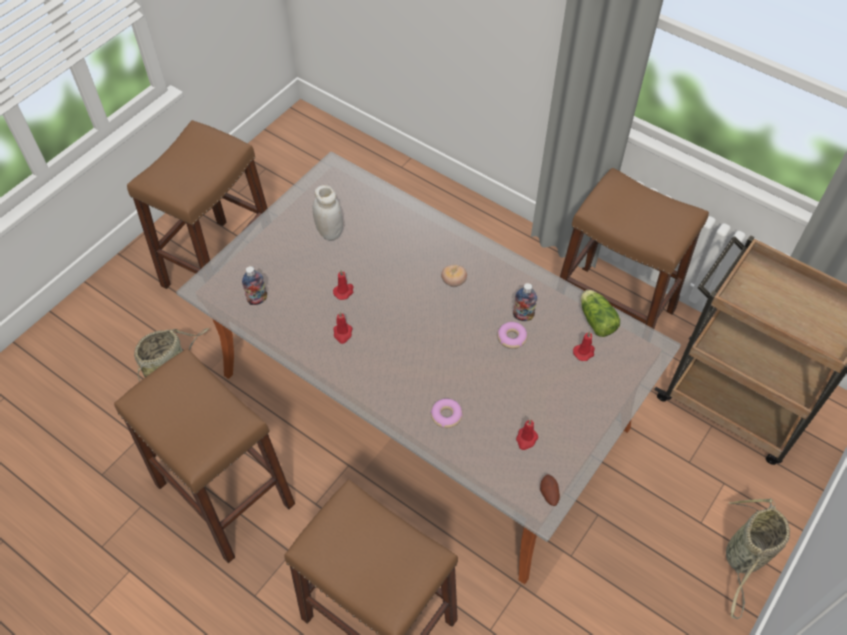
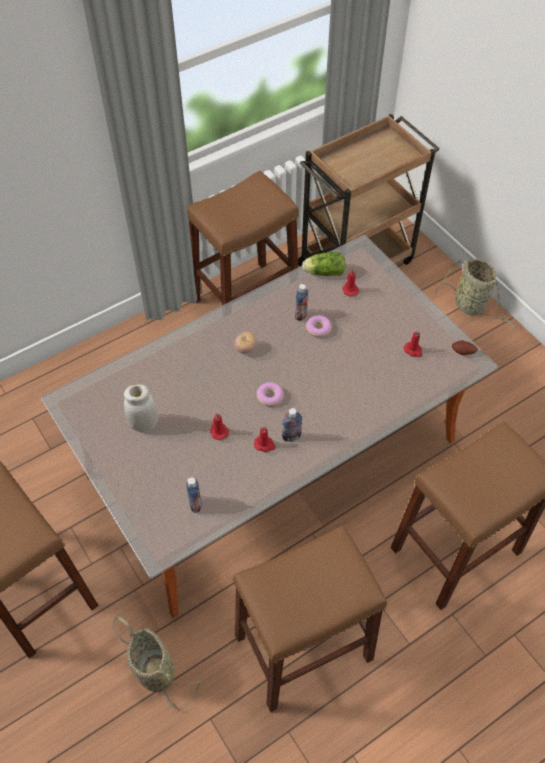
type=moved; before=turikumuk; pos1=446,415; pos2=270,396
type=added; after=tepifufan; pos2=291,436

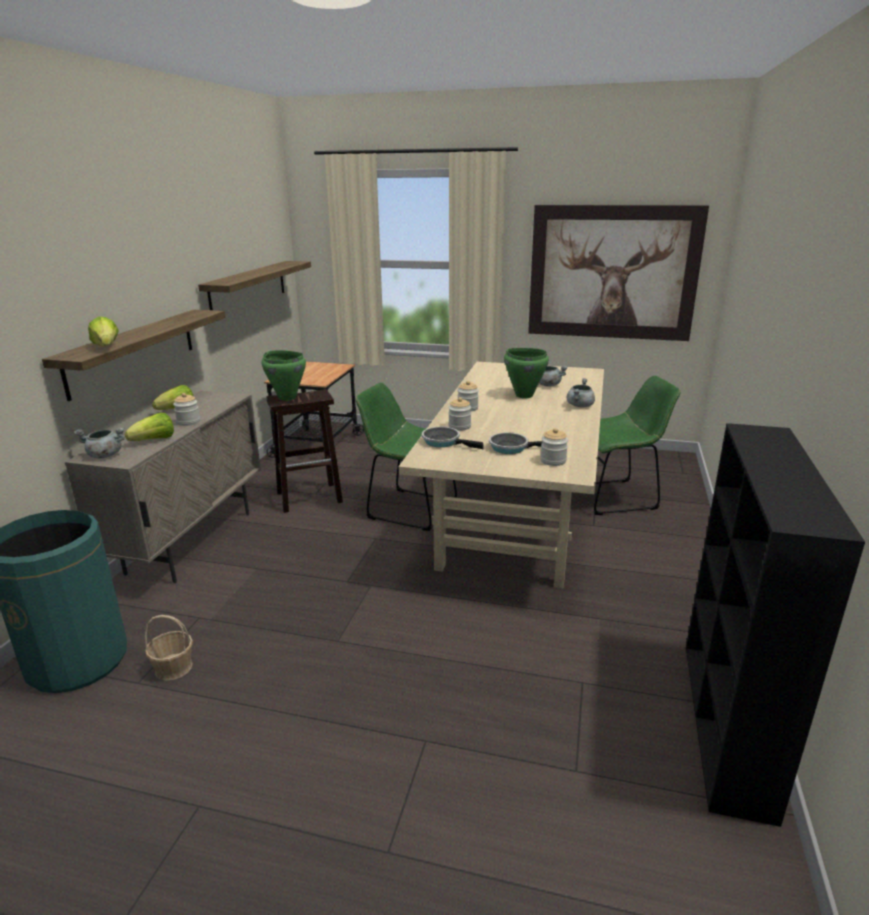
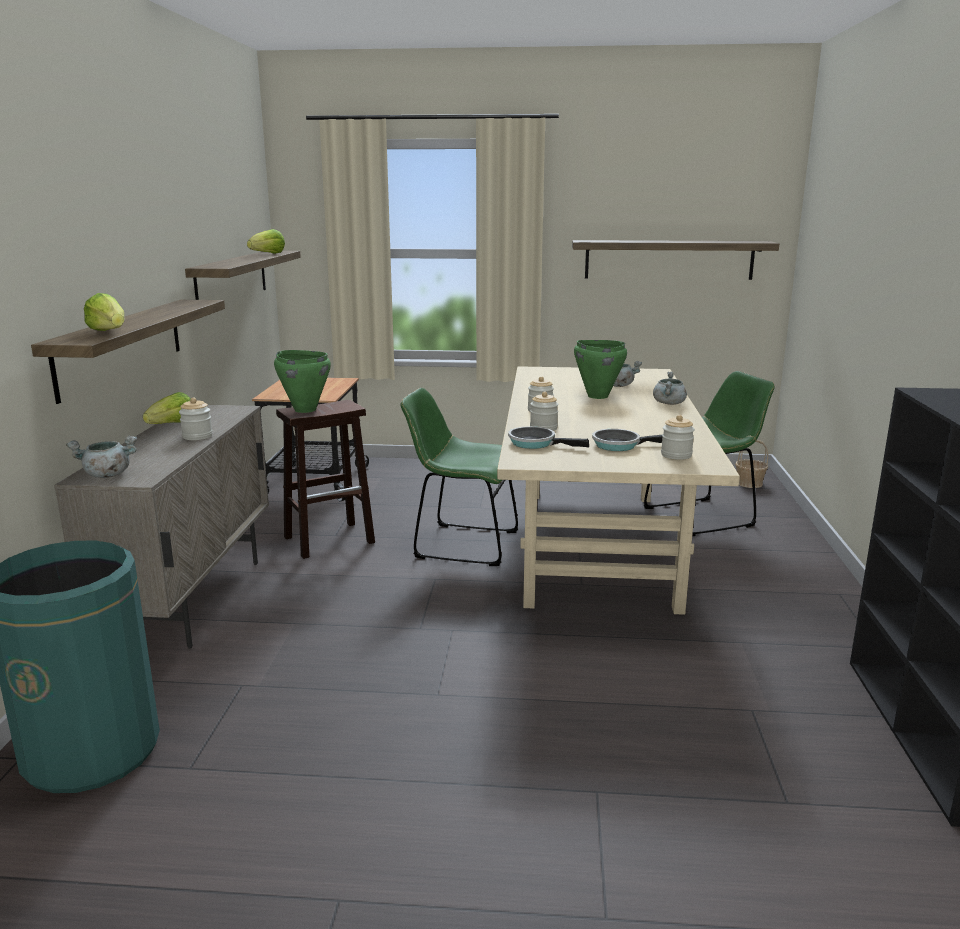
type=replaced; before=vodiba; after=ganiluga; pos1=612,273; pos2=668,259
type=moved; before=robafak; pos1=154,440; pos2=268,254
type=moved; before=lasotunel; pos1=173,667; pos2=749,483

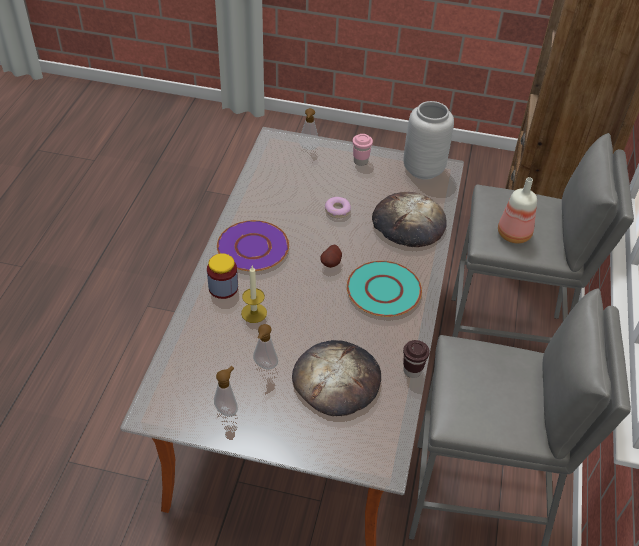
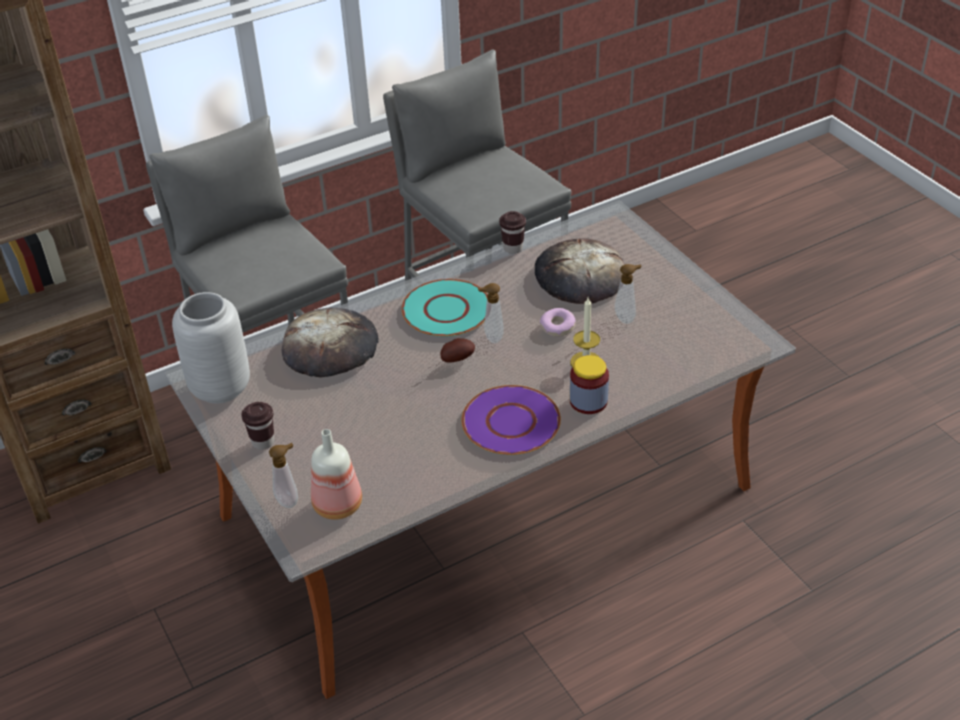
type=recoloured; before=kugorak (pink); after=kugorak (brown); pos1=360,161; pos2=263,442
type=moved; before=tepifufan; pos1=515,235; pos2=337,504
type=moved; before=turikumuk; pos1=337,211; pos2=557,327
type=moved; before=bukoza; pos1=227,409; pos2=491,337

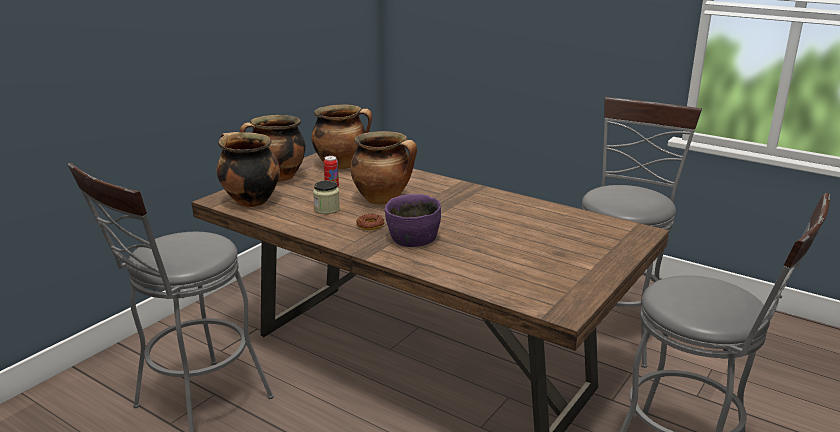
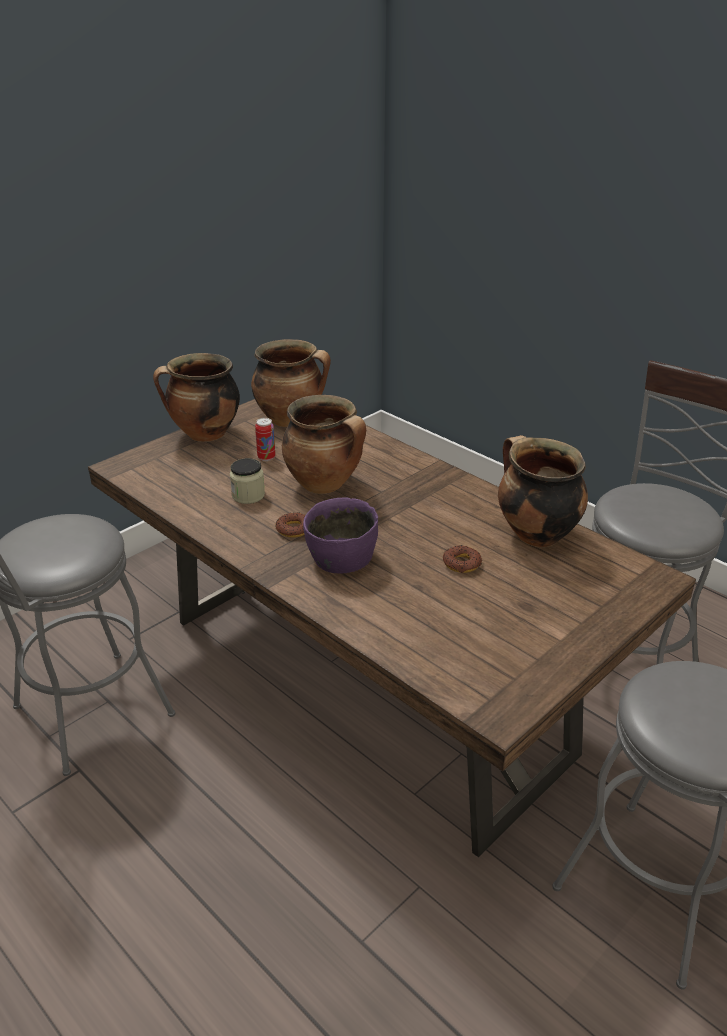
type=moved; before=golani; pos1=250,201; pos2=534,534
type=added; after=turikumuk; pos2=462,563

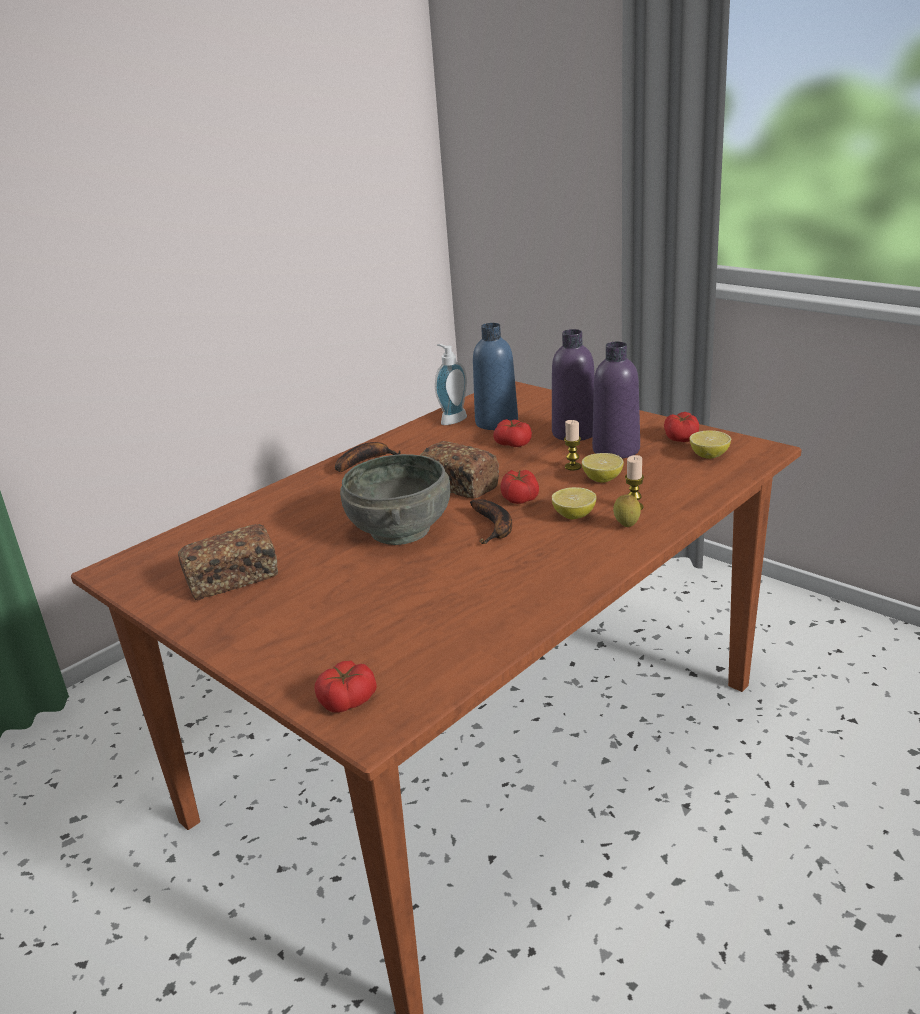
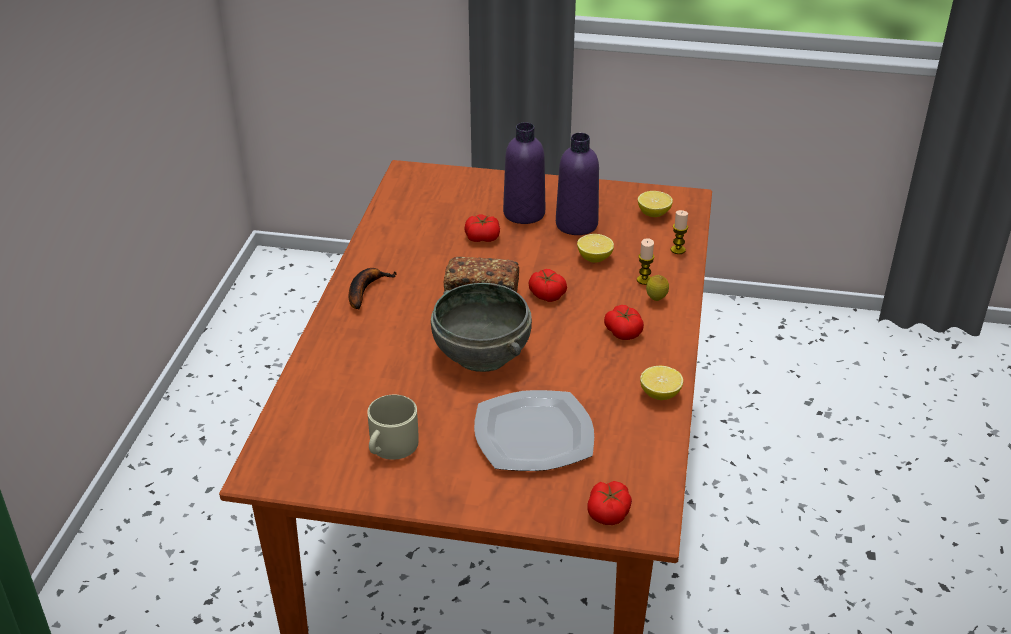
type=removed; before=tepifufan (blue); pos1=496,422
type=removed; before=bukoza; pos1=451,419
type=moved; before=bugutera; pos1=681,437; pos2=623,331
type=moved; before=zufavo; pos1=573,467; pos2=678,250
type=moved; before=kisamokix; pos1=574,516; pos2=660,394
type=removed; before=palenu; pos1=495,527
type=replaced; before=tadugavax; after=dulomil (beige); pos1=232,579; pos2=390,447
type=added; after=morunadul; pos2=535,435

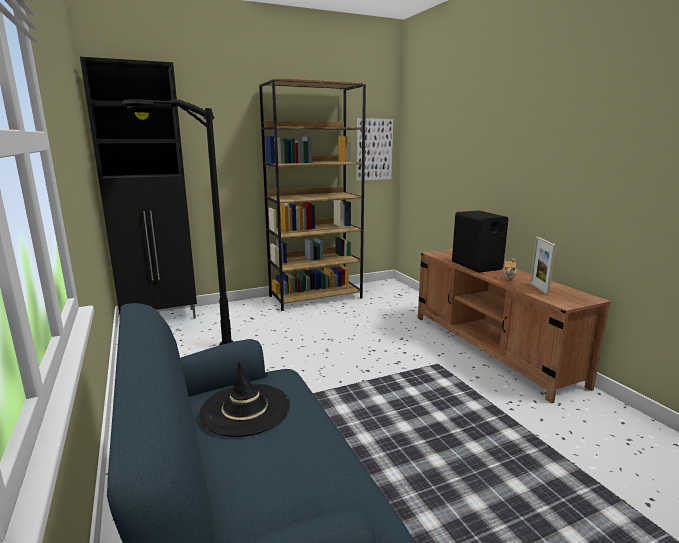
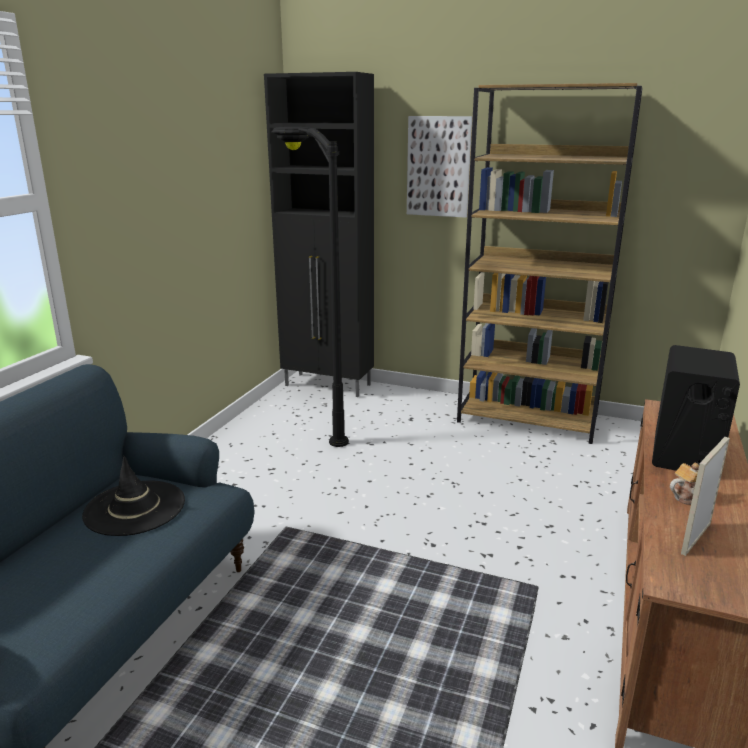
type=moved; before=vodiba; pos1=374,149; pos2=438,167

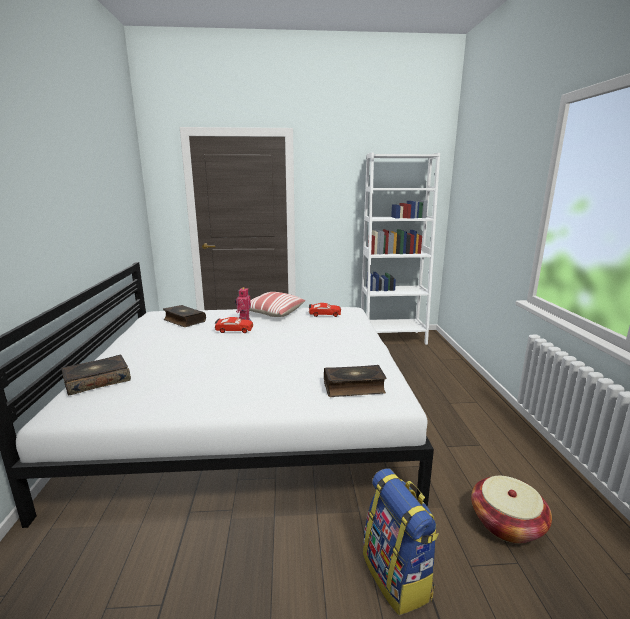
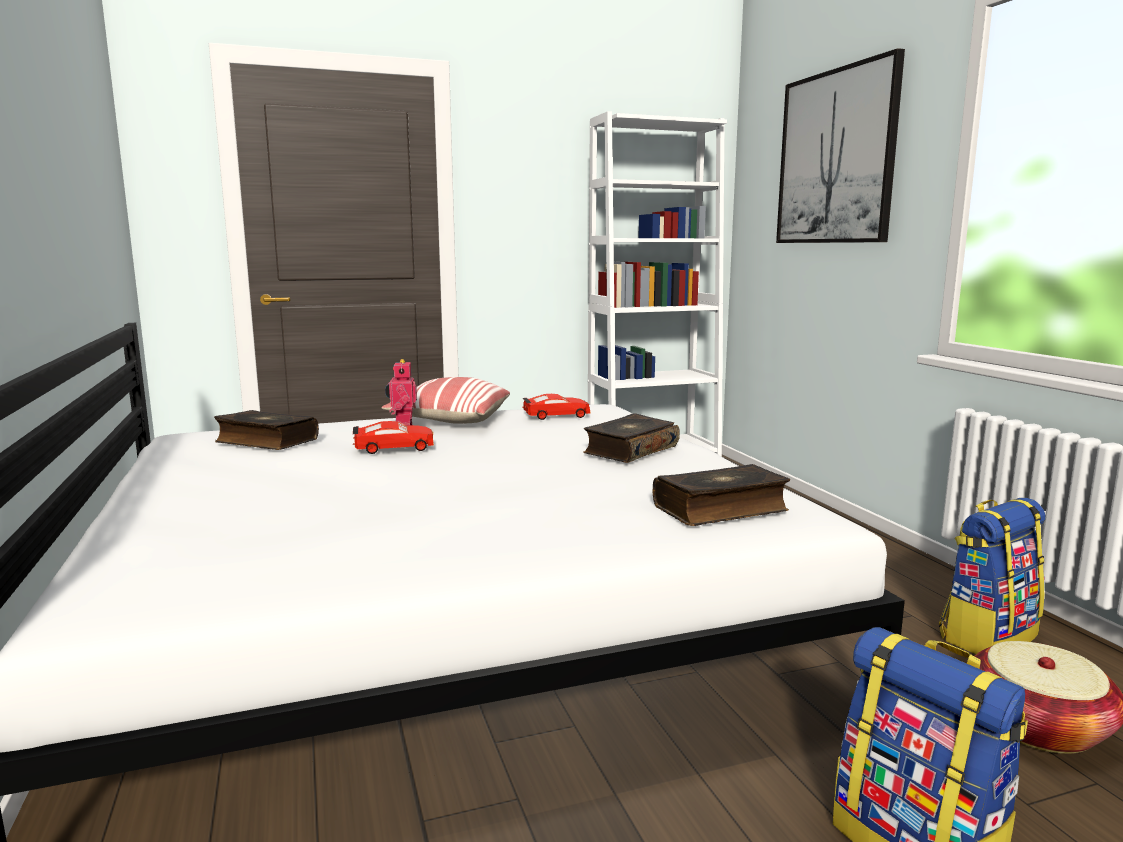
type=moved; before=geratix; pos1=97,381; pos2=630,450
type=added; after=vodiba; pos2=836,157
type=added; after=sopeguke; pos2=987,636

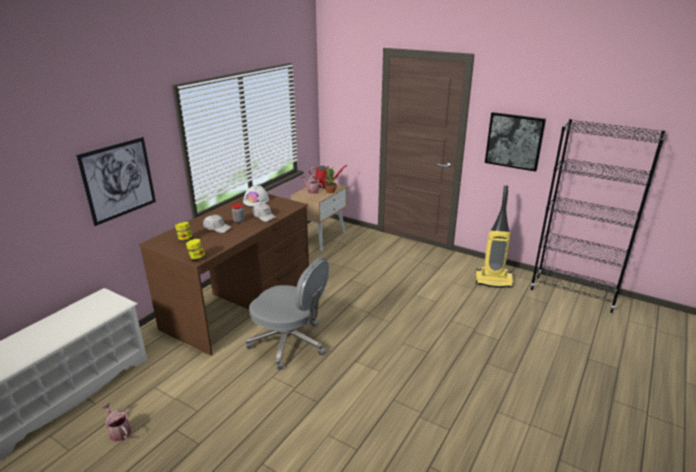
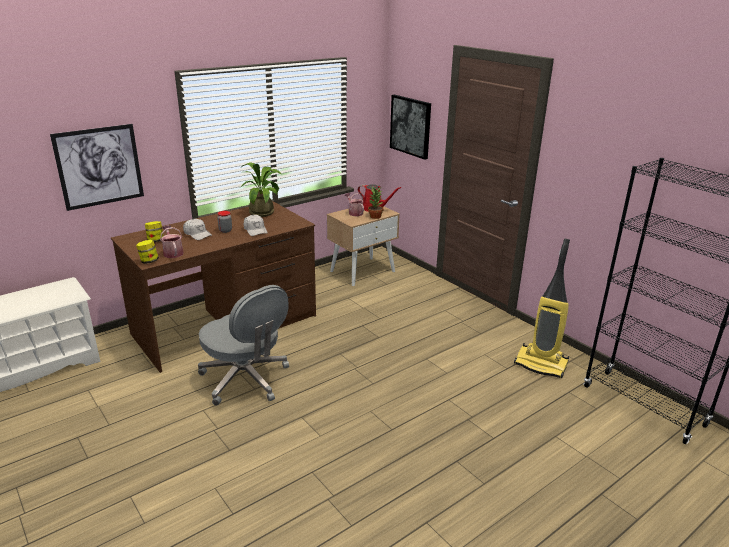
type=moved; before=vodiba; pos1=514,141; pos2=410,126
type=replaced; before=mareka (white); after=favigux; pos1=256,200; pos2=263,212
type=moved; before=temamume; pos1=119,431; pos2=172,252

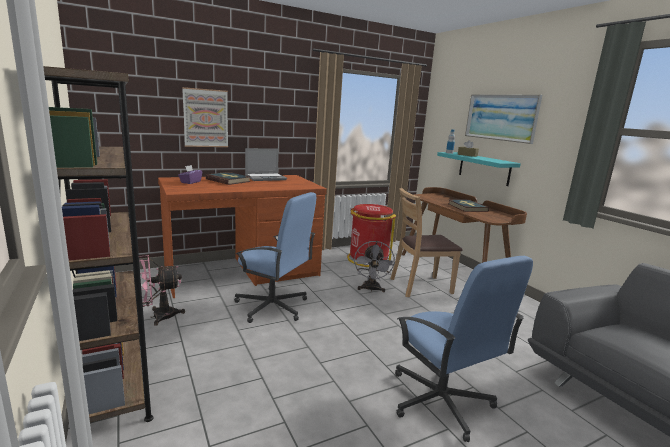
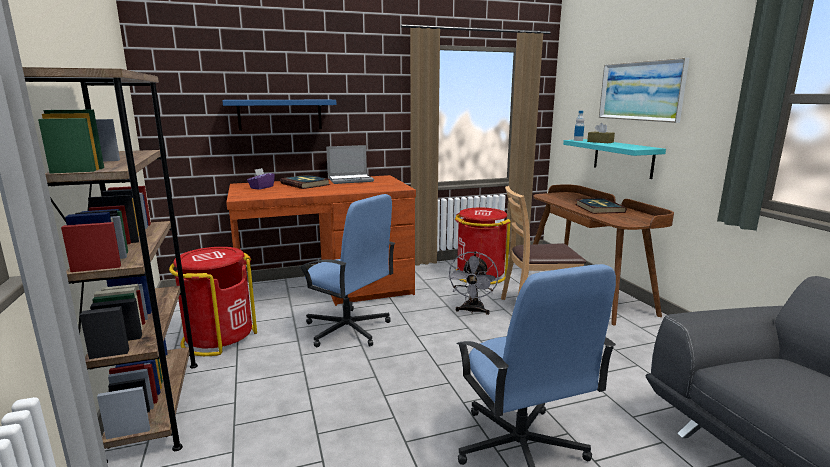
type=replaced; before=vodiba; after=ganiluga (blue); pos1=205,118; pos2=280,114
type=replaced; before=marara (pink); after=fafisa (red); pos1=157,316; pos2=219,338

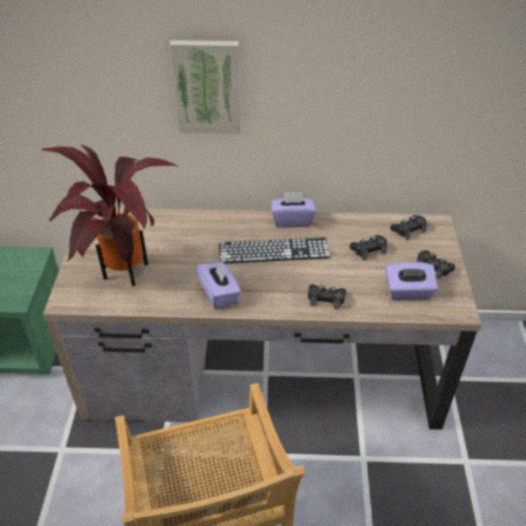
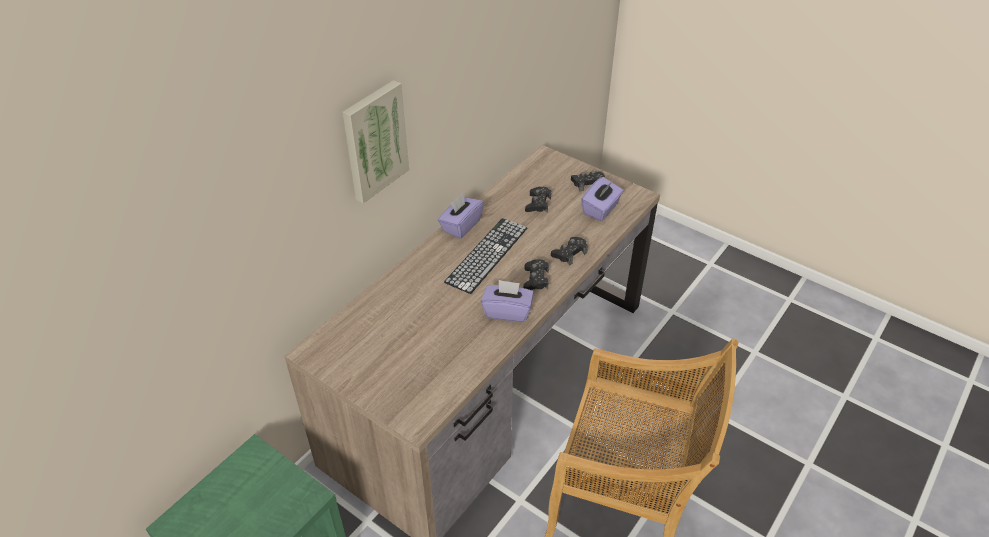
type=removed; before=favigux; pos1=121,274
type=moved; before=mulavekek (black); pos1=408,230; pos2=536,279

